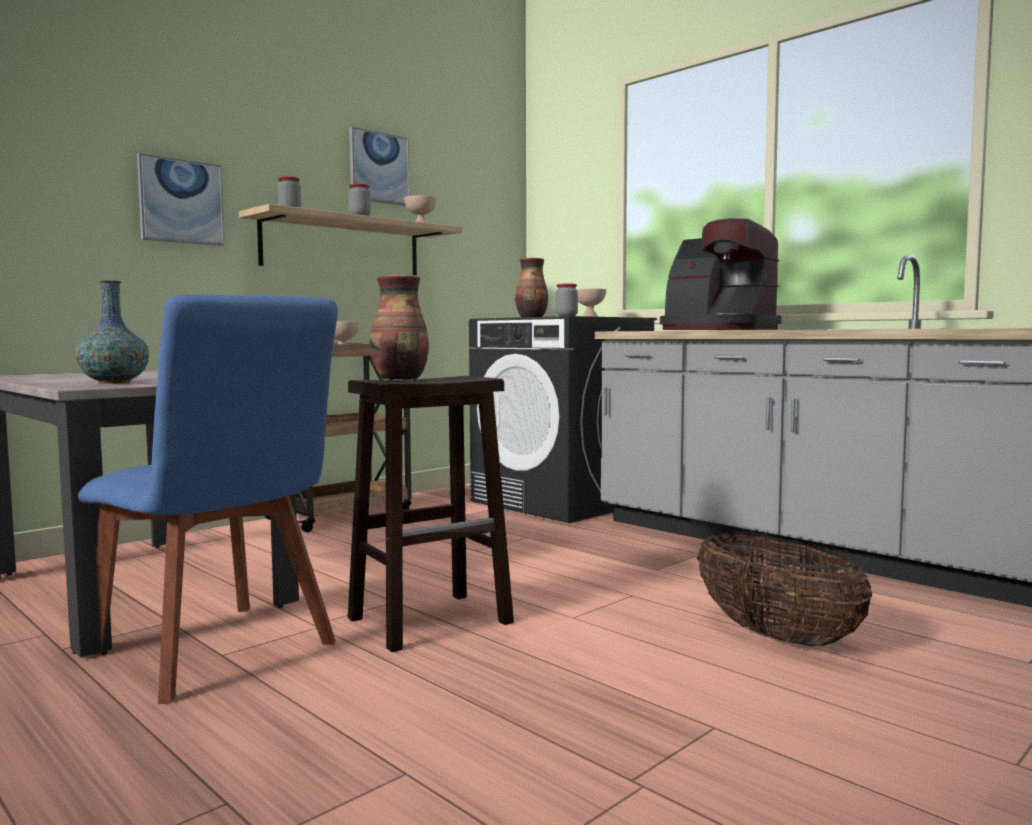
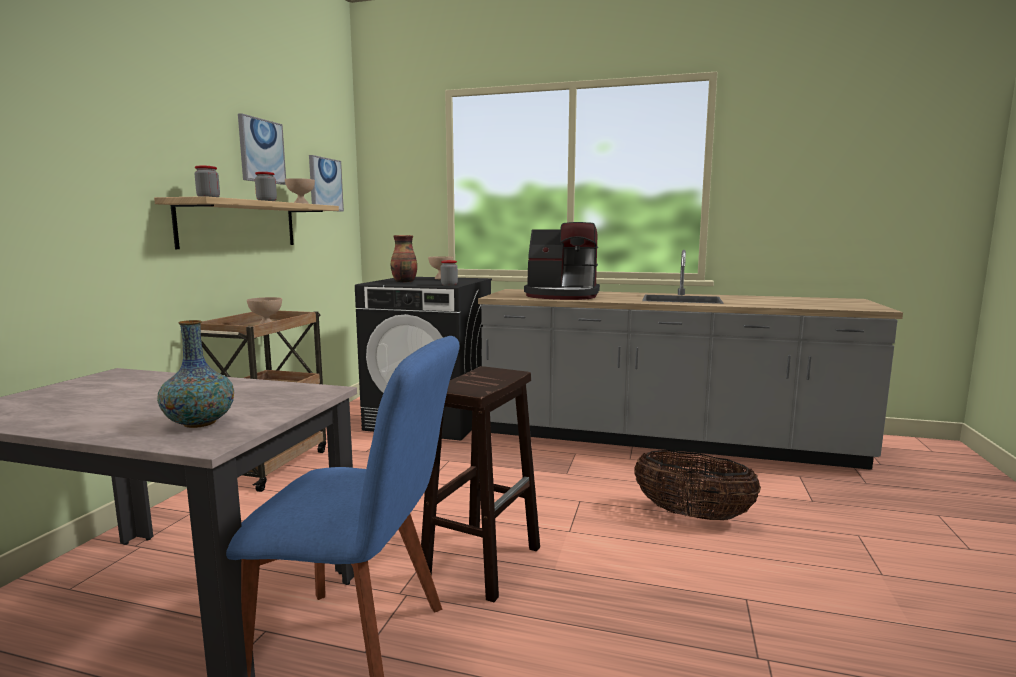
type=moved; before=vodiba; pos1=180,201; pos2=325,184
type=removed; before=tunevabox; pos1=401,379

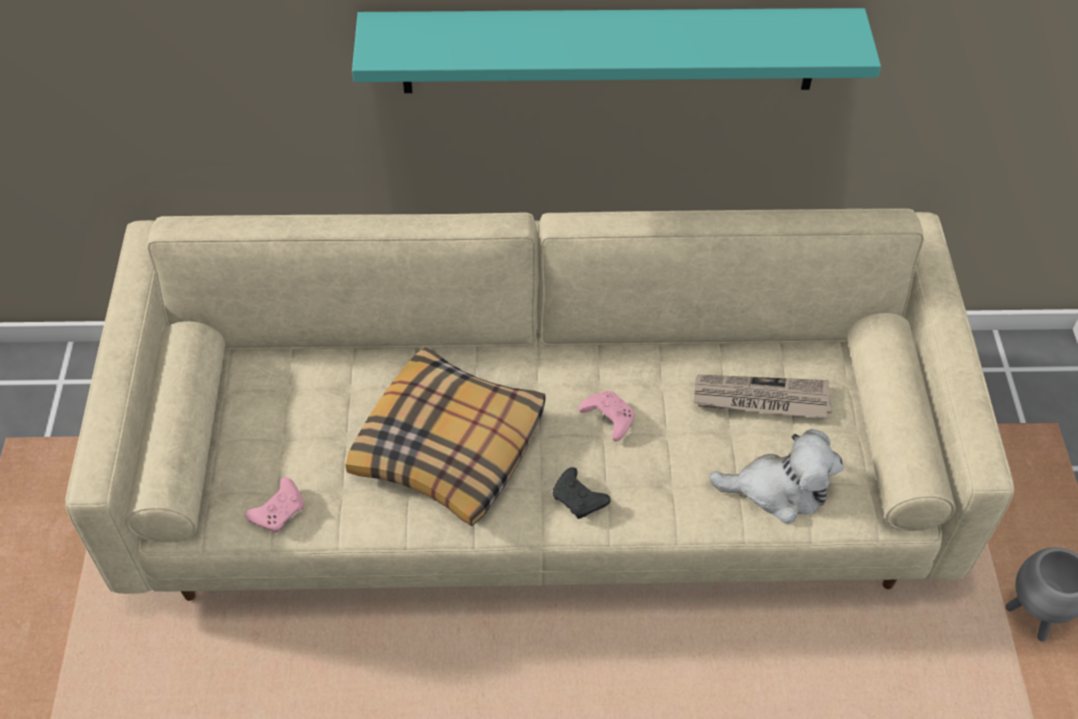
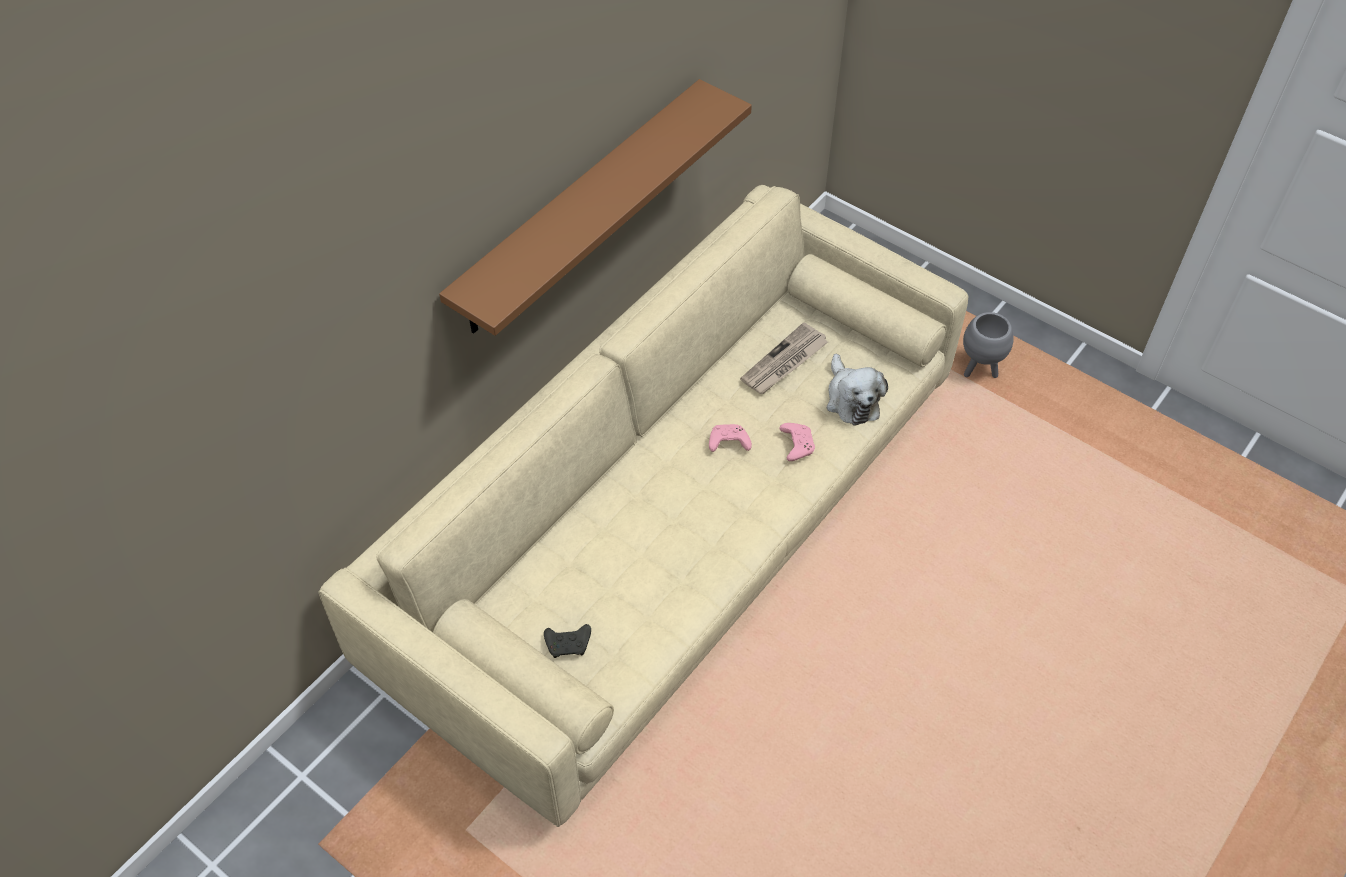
type=recoloured; before=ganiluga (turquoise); after=ganiluga (brown); pos1=609,50; pos2=580,208
type=removed; before=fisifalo; pos1=450,448
type=turned; before=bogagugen; pos1=778,489; pos2=851,399; turn=120
type=moved; before=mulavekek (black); pos1=579,500; pos2=569,644
type=moved; before=mulavekek (pink); pos1=279,511; pos2=796,445

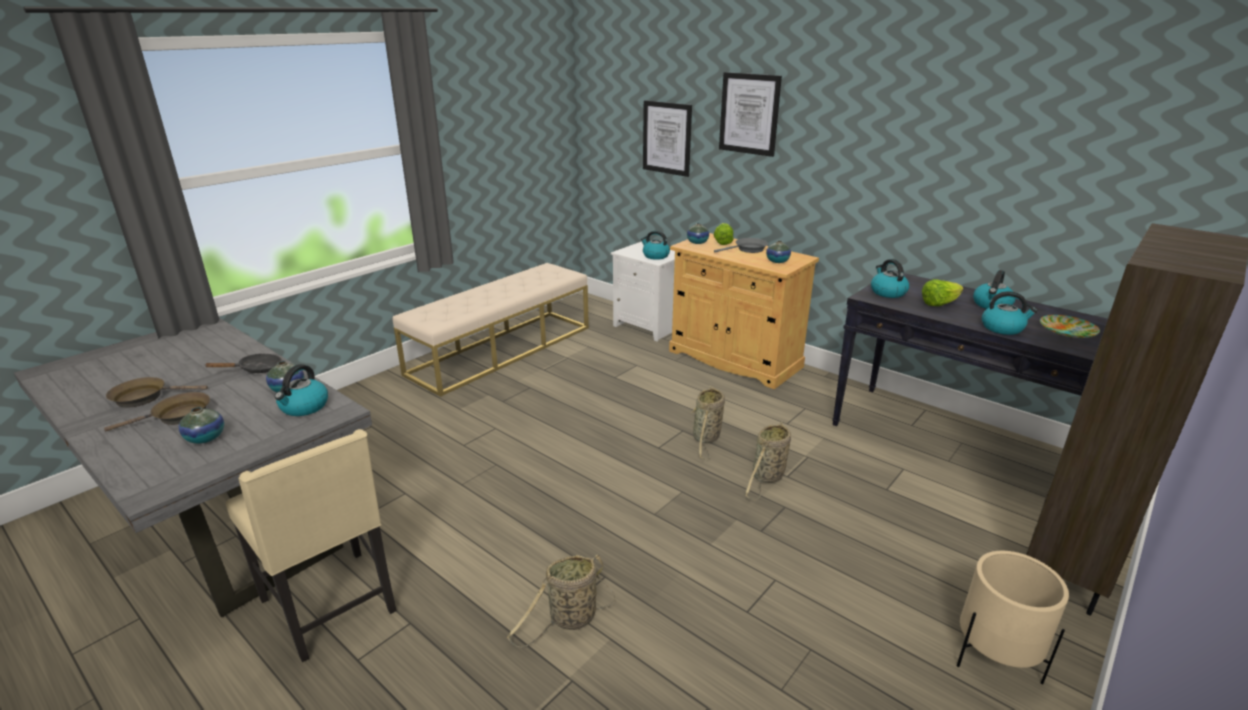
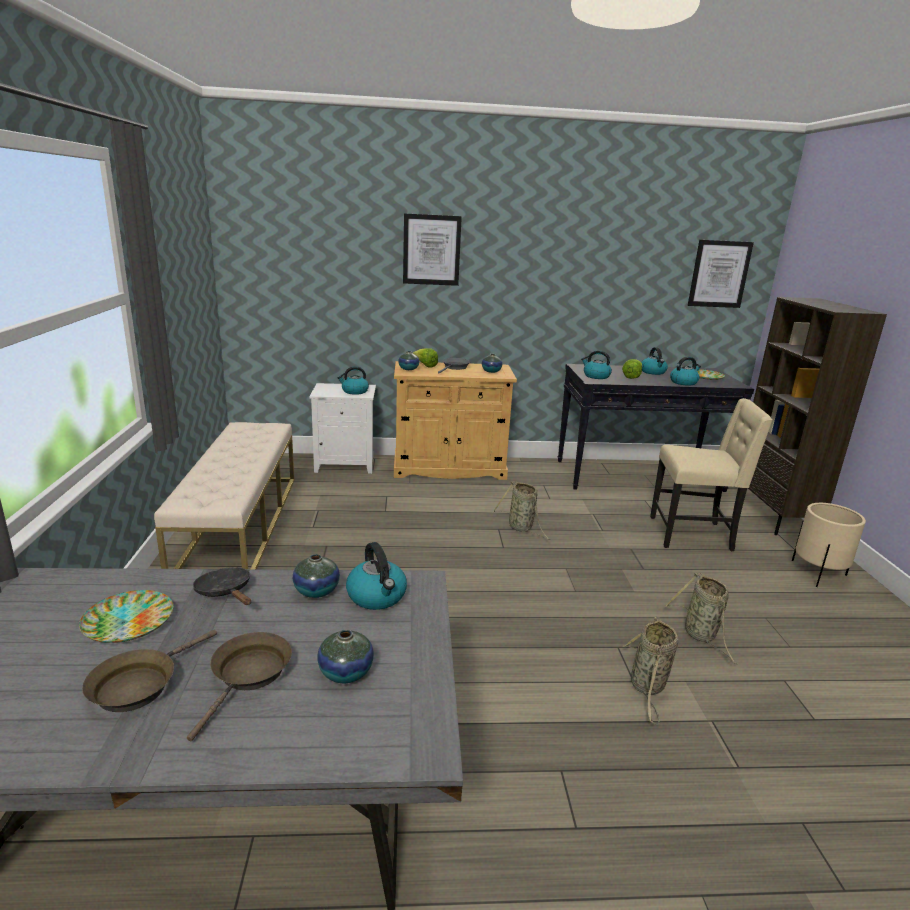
type=moved; before=vodiba; pos1=667,138; pos2=719,274
type=turned; before=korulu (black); pos1=256,369; pos2=226,592; turn=-60
type=moved; before=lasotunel; pos1=767,477; pos2=701,635
type=moved; before=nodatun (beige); pos1=332,606; pos2=692,534
type=added; after=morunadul; pos2=127,621

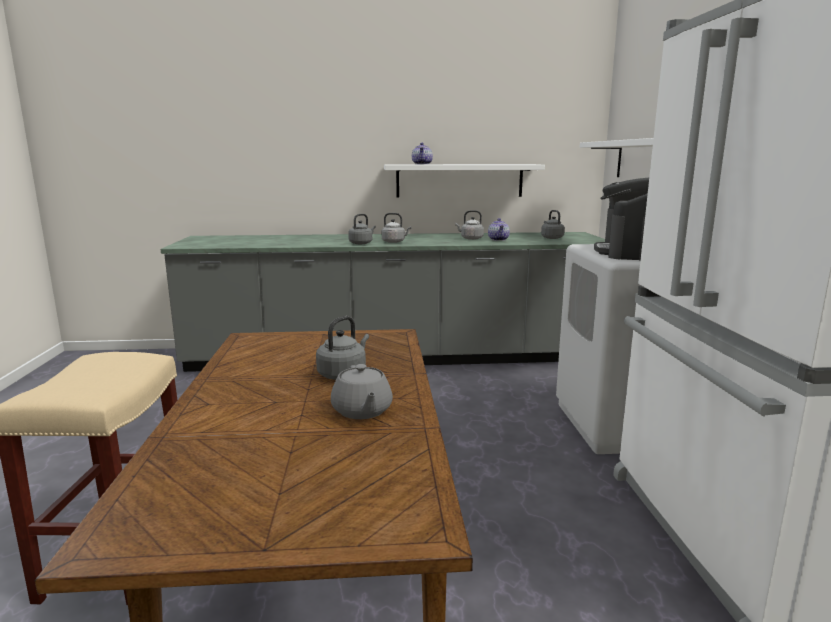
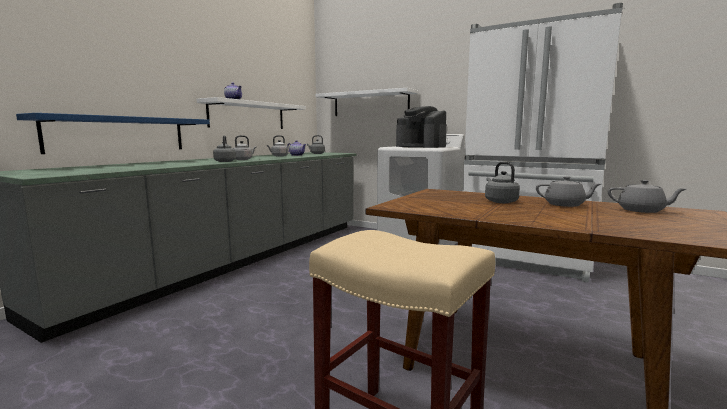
type=added; after=ganiluga (blue); pos2=119,134
type=added; after=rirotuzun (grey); pos2=642,210

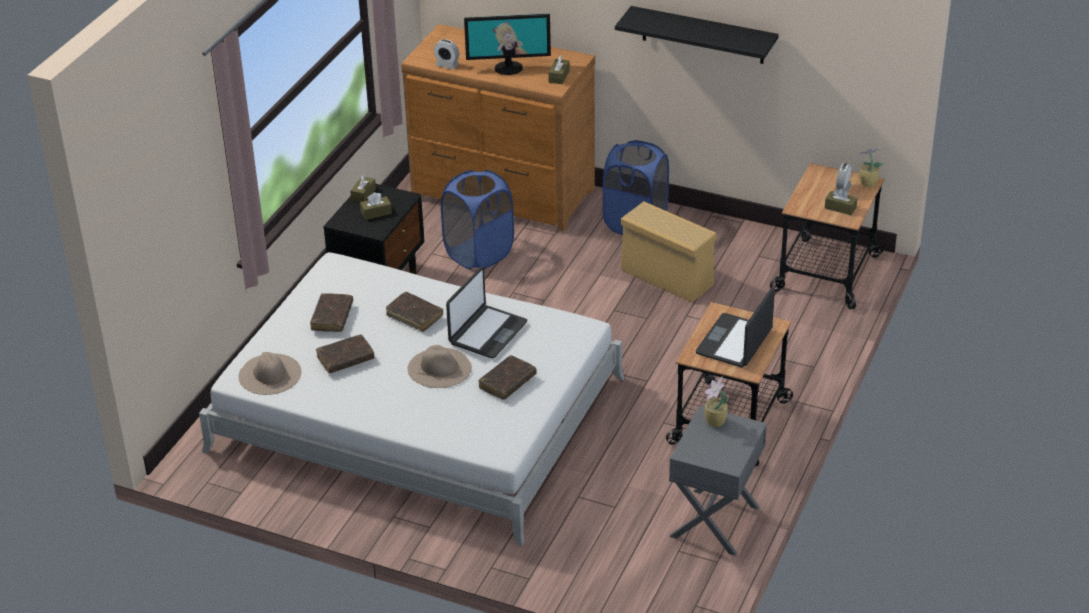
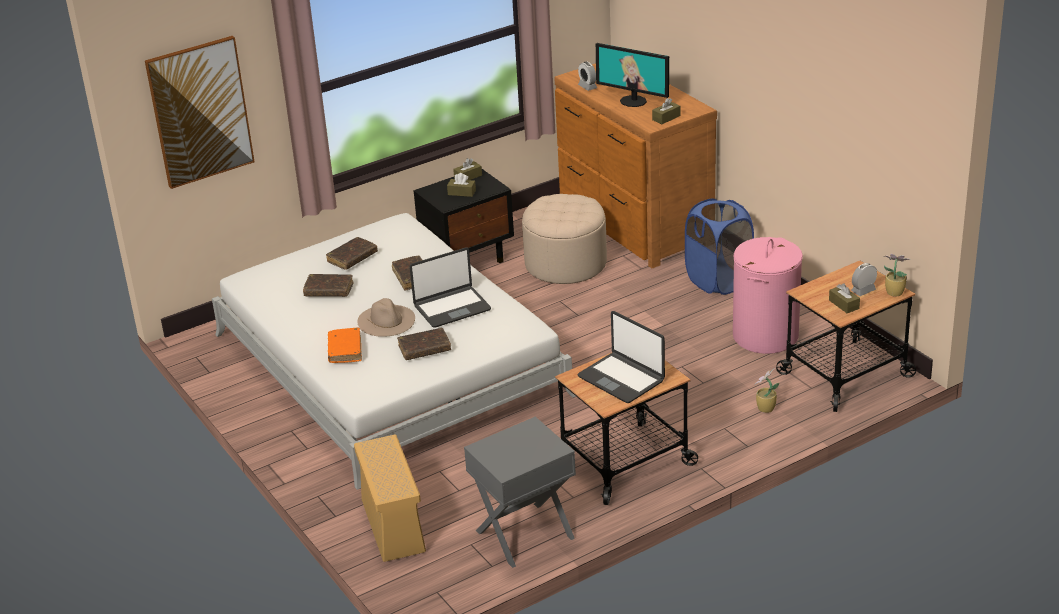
type=removed; before=ganiluga (black); pos1=703,35
type=replaced; before=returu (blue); after=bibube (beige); pos1=479,253; pos2=565,264
type=moved; before=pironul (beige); pos1=665,277; pos2=392,524
type=turned; before=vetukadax; pos1=735,342; pos2=621,378; turn=-105
type=removed; before=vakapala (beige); pos1=269,374
type=moved; before=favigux; pos1=715,422; pos2=765,409
type=added; after=vodiba; pos2=200,112
type=added; after=returu (pink); pos2=765,336
type=added; after=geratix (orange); pos2=345,350

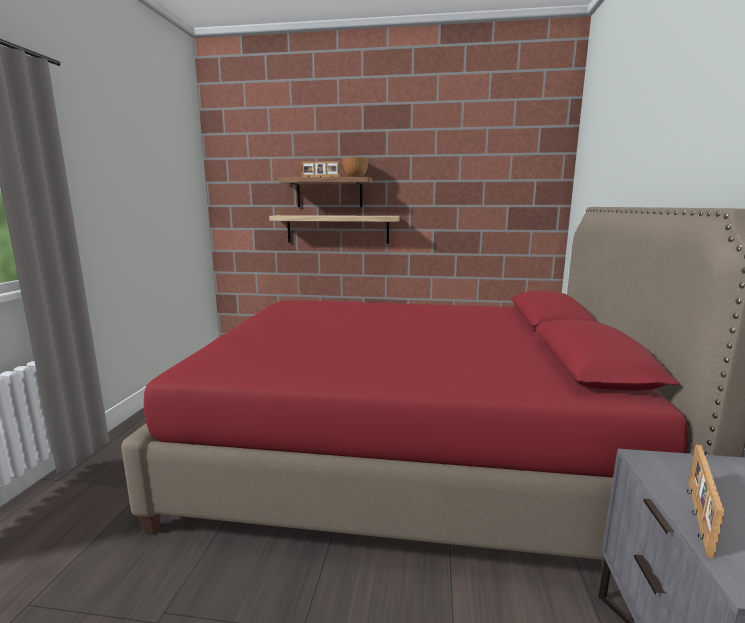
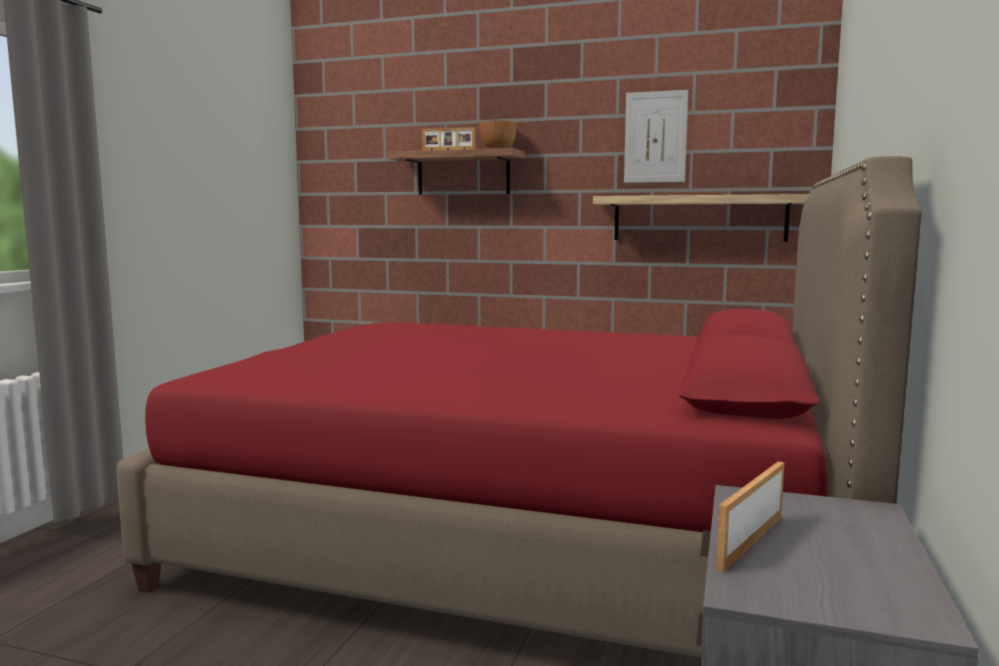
type=moved; before=ganiluga; pos1=337,229; pos2=699,218
type=added; after=vodiba; pos2=655,137

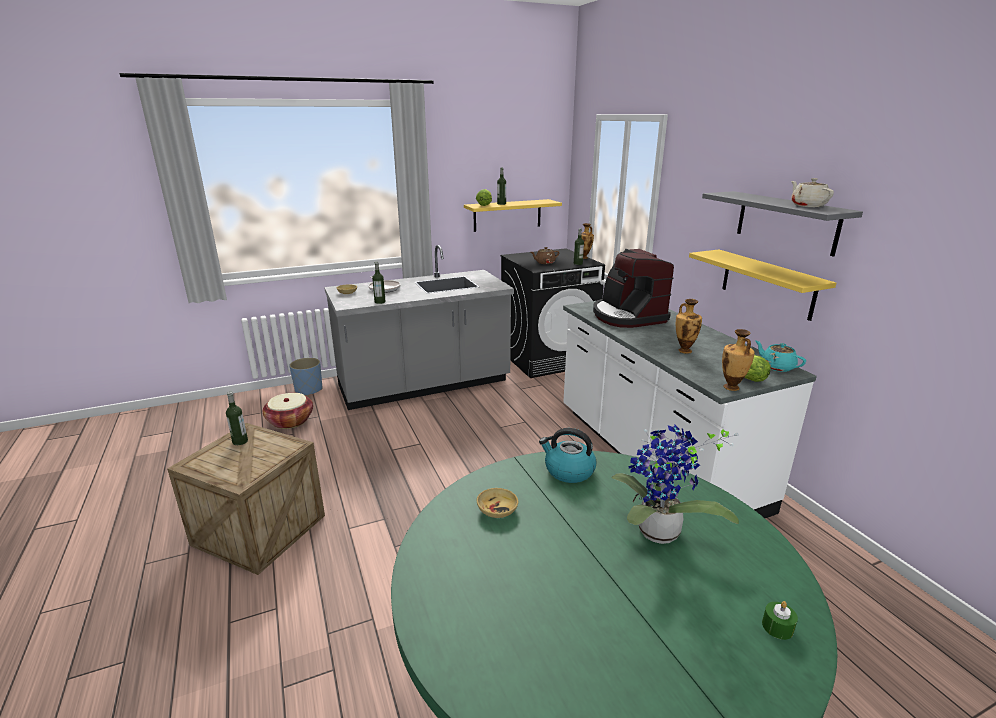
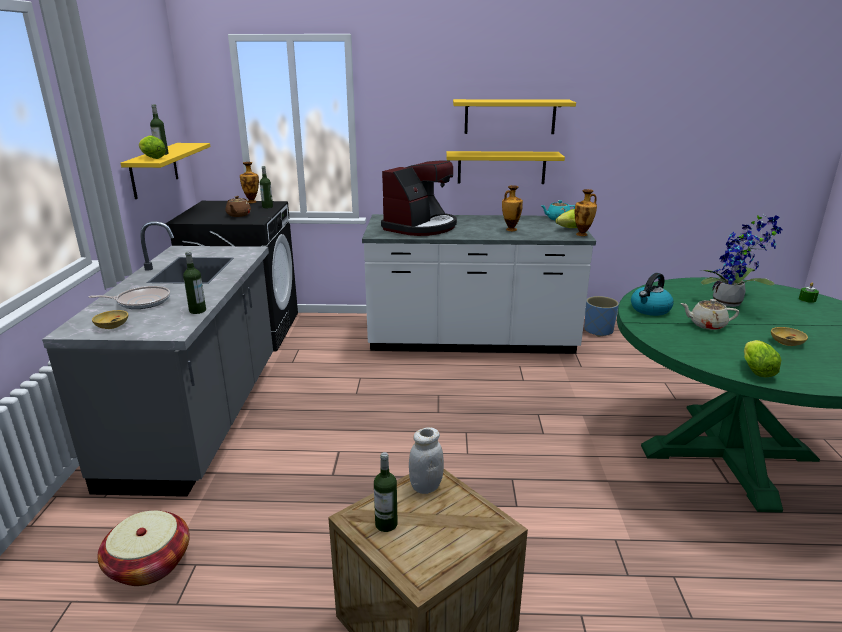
type=moved; before=rirotuzun (beige); pos1=807,205; pos2=706,325
type=recoloured; before=ganiluga (grey); after=ganiluga (yellow); pos1=786,222; pos2=510,116
type=turned; before=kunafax; pos1=627,316; pos2=421,227; turn=-60
type=moved; before=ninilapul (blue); pos1=308,390; pos2=598,331
type=moved; before=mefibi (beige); pos1=497,510; pos2=786,342
type=added; after=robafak; pos2=755,370
type=added; after=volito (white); pos2=425,486

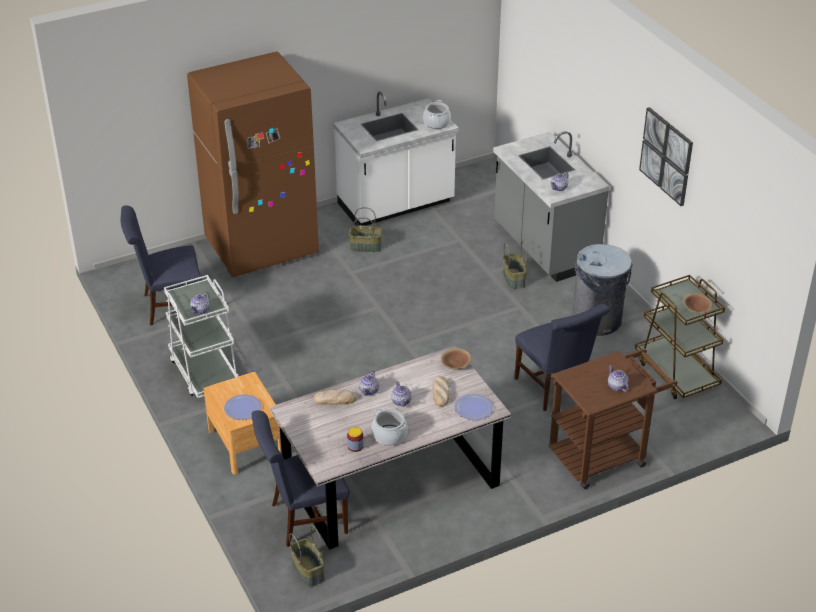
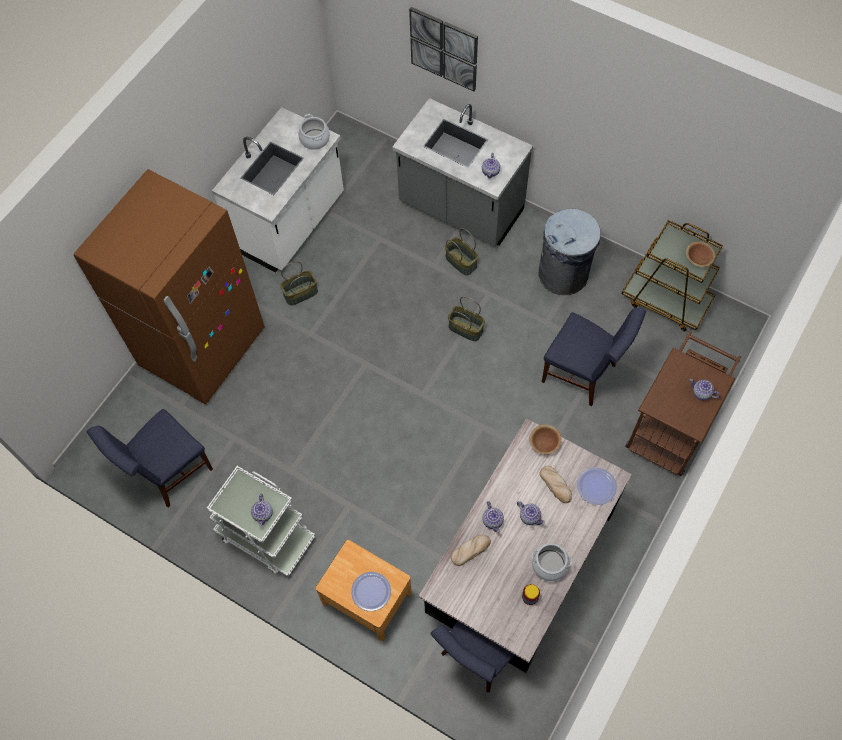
type=moved; before=vodiba; pos1=666,156; pos2=444,49
type=moved; before=lasotunel; pos1=309,571; pos2=466,328

